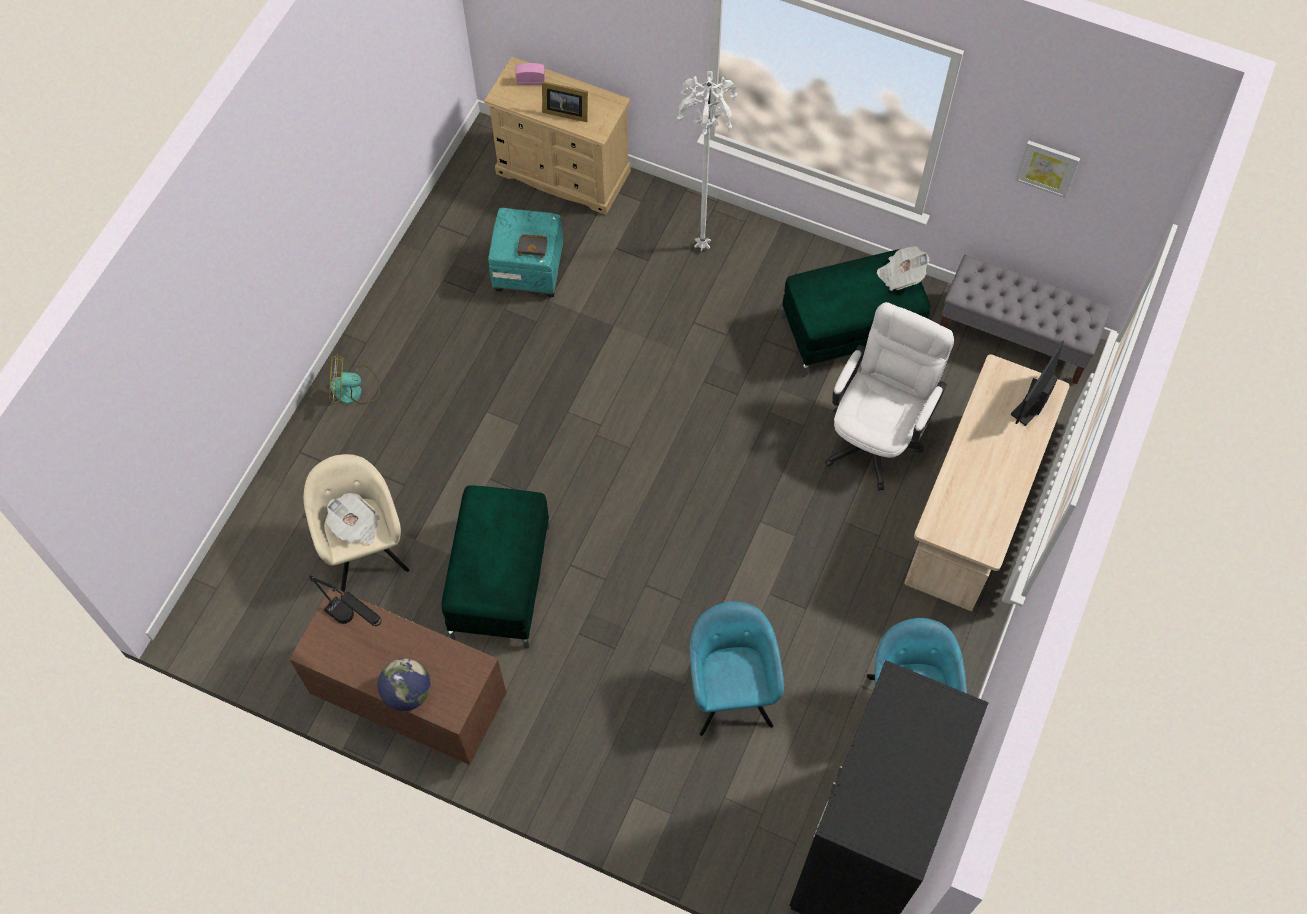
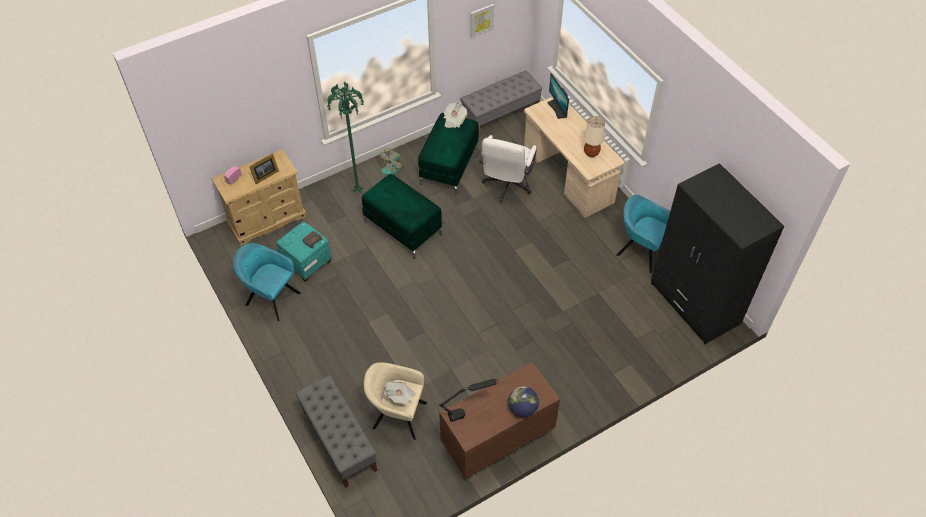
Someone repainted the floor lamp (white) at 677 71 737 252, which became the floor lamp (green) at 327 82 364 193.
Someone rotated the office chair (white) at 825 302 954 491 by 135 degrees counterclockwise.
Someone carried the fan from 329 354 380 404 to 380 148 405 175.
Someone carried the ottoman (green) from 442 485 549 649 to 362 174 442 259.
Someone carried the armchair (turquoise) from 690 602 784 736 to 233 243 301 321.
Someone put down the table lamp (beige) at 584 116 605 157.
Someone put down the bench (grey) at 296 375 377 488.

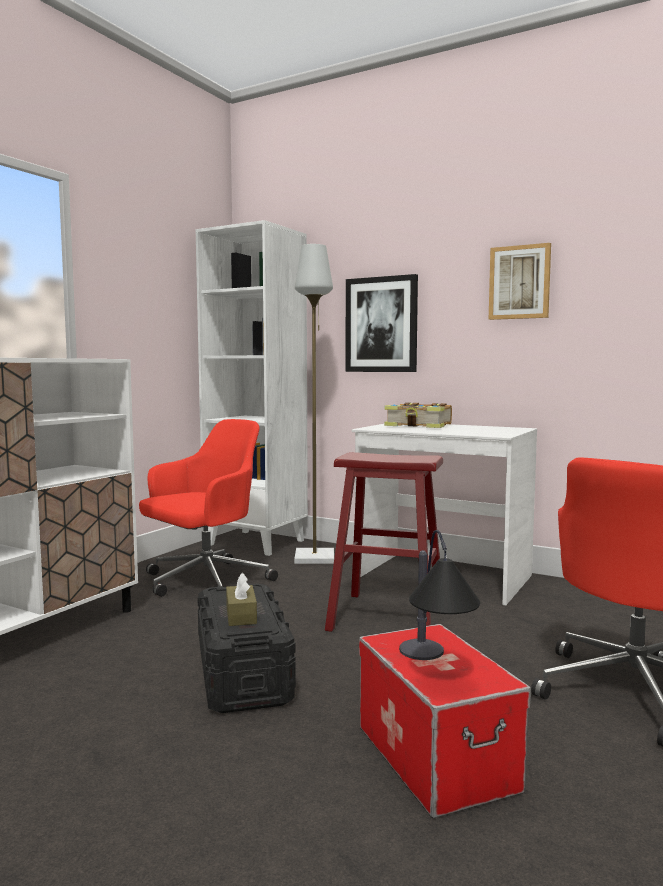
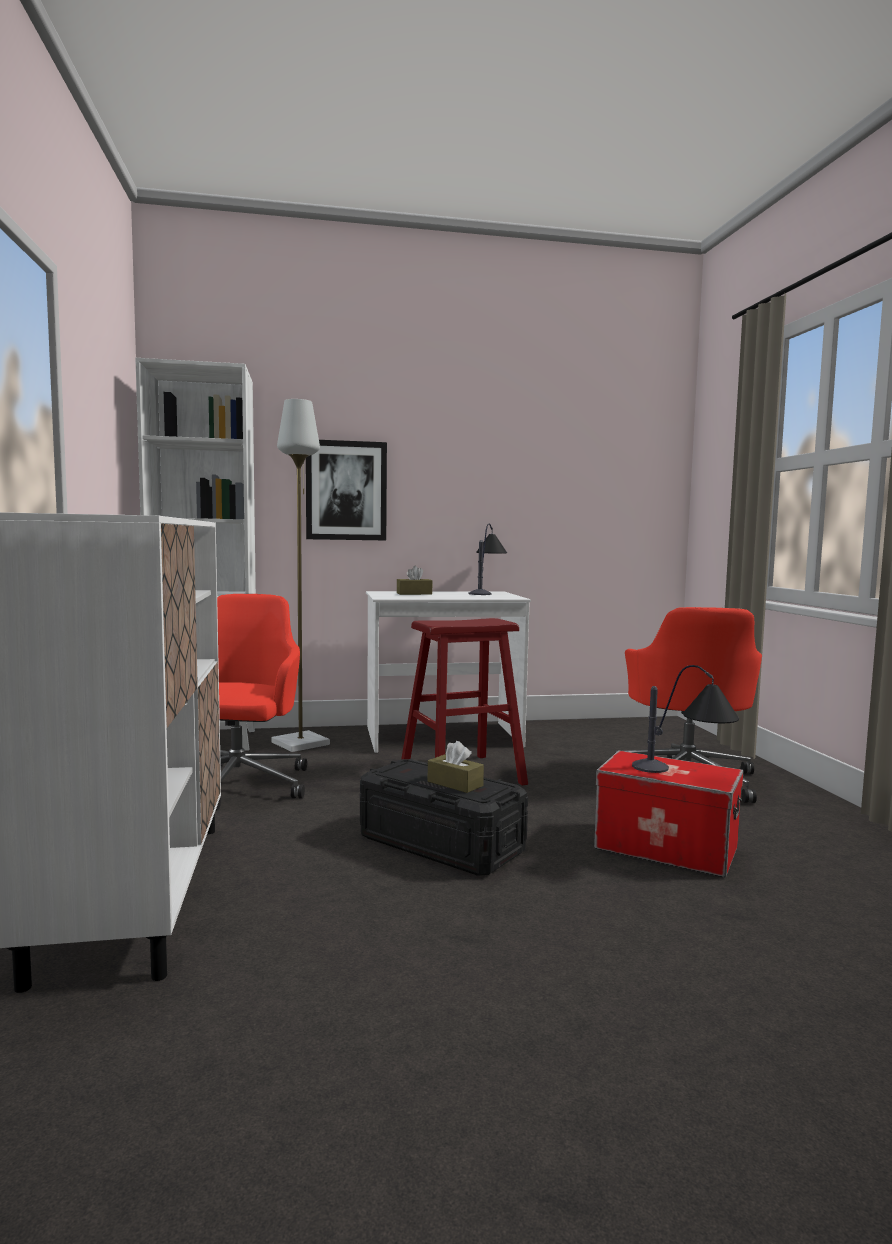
Someone took away the picture at 489 243 551 320.
Someone swapped the book at 384 402 452 428 for the tissue box (brown) at 397 566 432 595.
Someone put down the table lamp at 469 524 507 595.

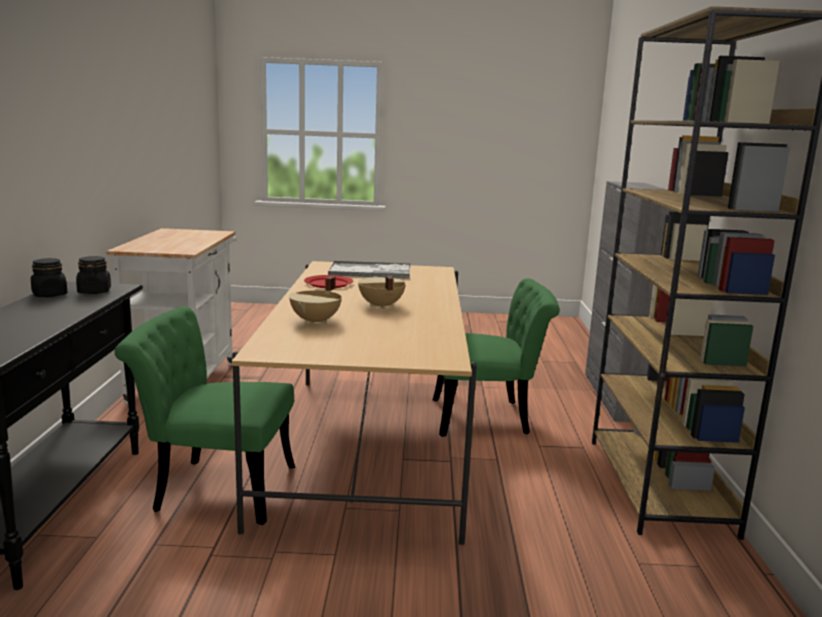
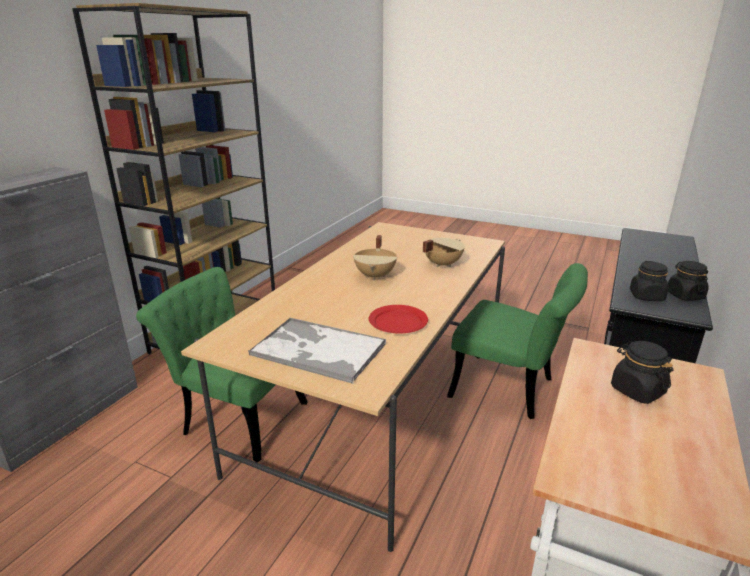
Someone put down the jar (black) at 611 341 674 404.

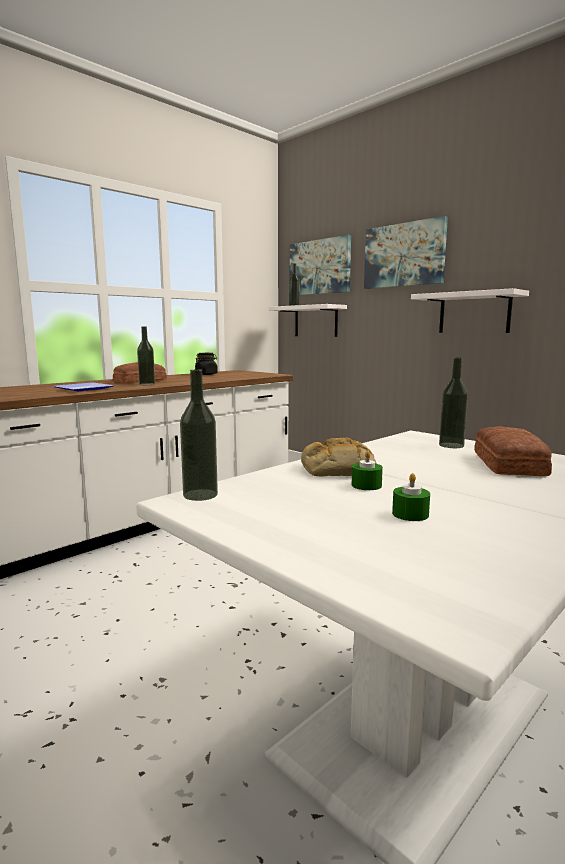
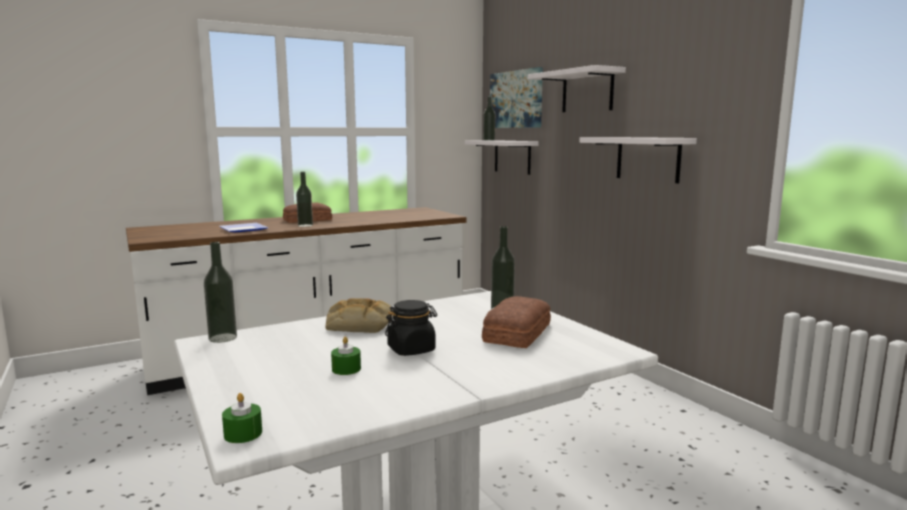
Someone swapped the picture at 364 216 448 289 for the shelf (white) at 528 65 626 112.
Someone carried the jar (black) from 195 353 218 375 to 385 300 437 356.
Someone carried the candle (green) from 352 451 383 490 to 222 393 262 443.

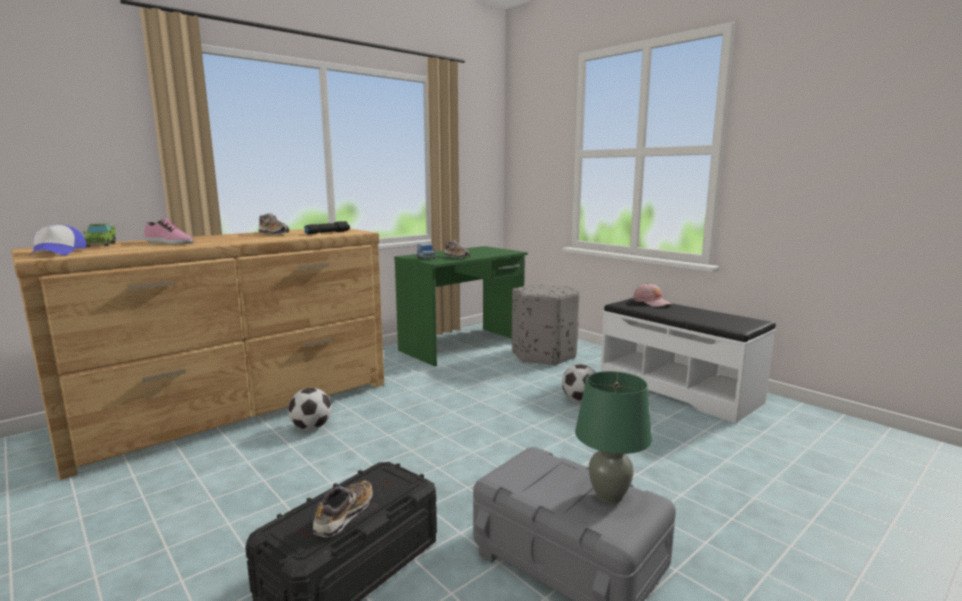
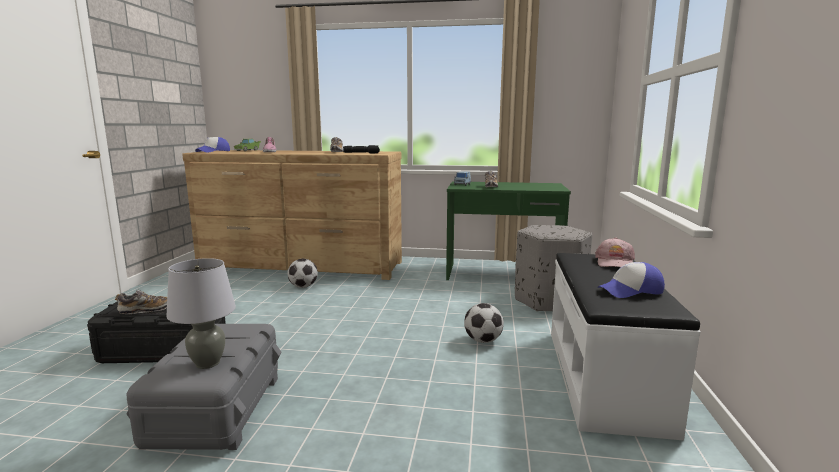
Someone repainted the table lamp (green) at 575 371 652 503, which became the table lamp (grey) at 166 258 236 369.
Someone put down the cap at 597 262 665 298.

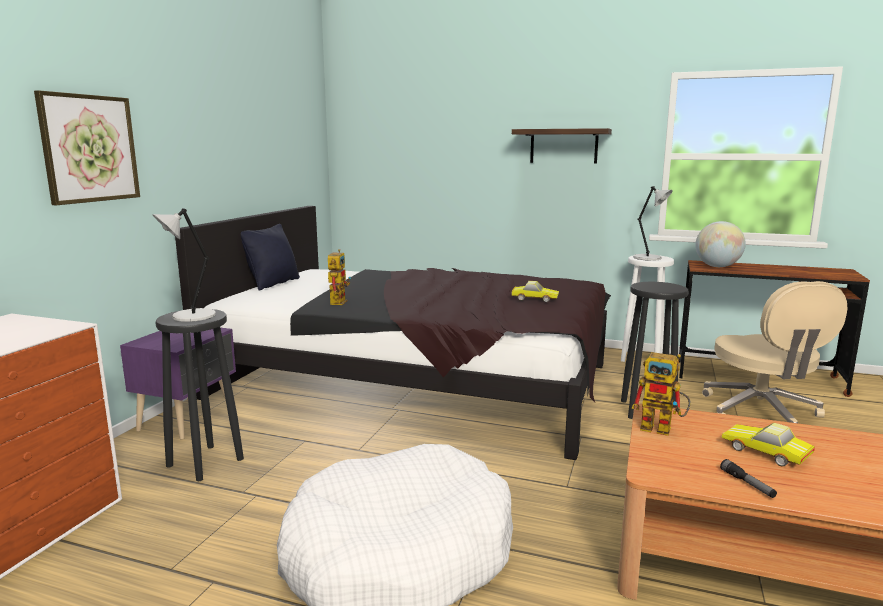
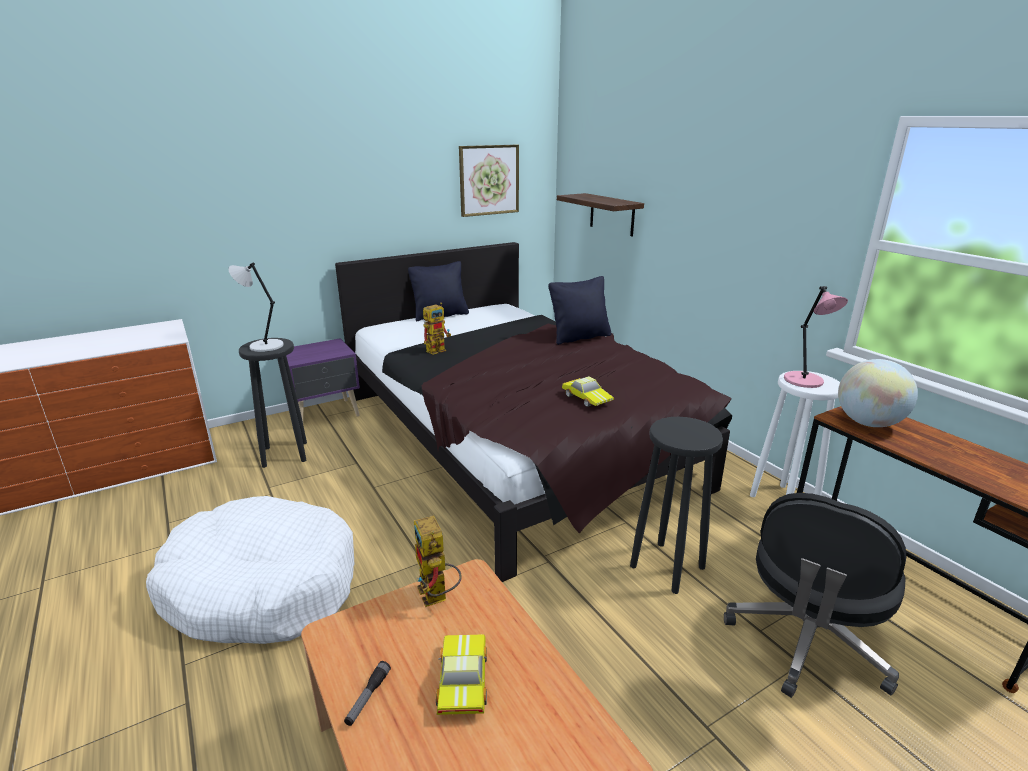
Someone carried the picture from 34 90 140 205 to 459 145 519 217.
Someone carried the shelf from 512 128 612 163 to 557 193 644 236.
Someone repainted the table lamp (grey) at 633 186 672 261, which became the table lamp (pink) at 784 286 848 388.
Someone repainted the office chair (beige) at 702 281 847 423, which became the office chair (black) at 724 493 907 698.
Someone put down the pillow (black) at 549 276 612 345.

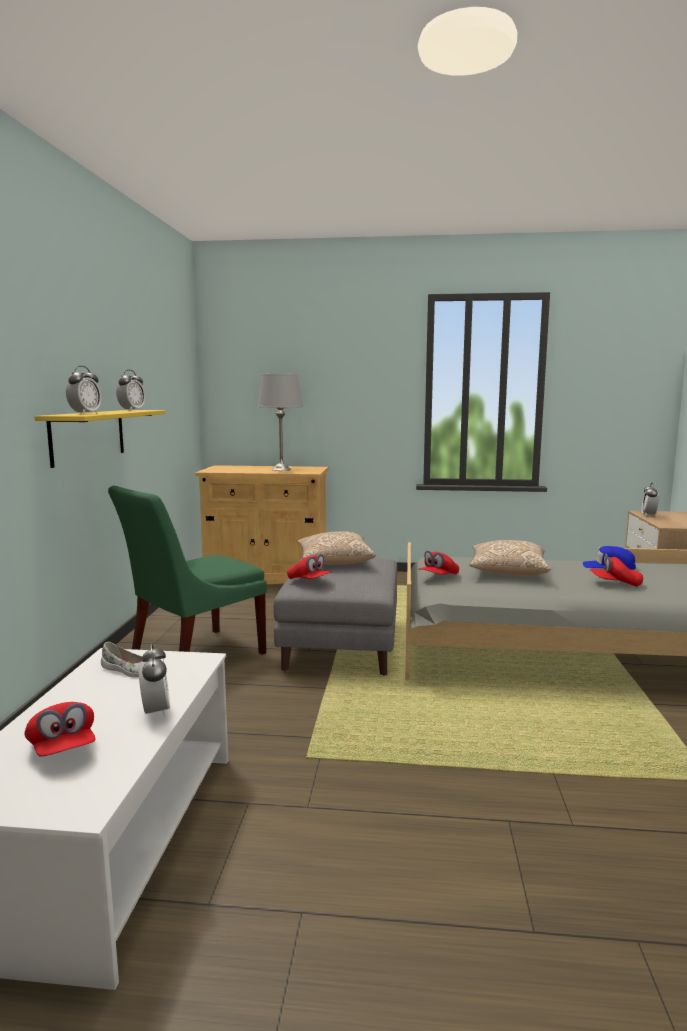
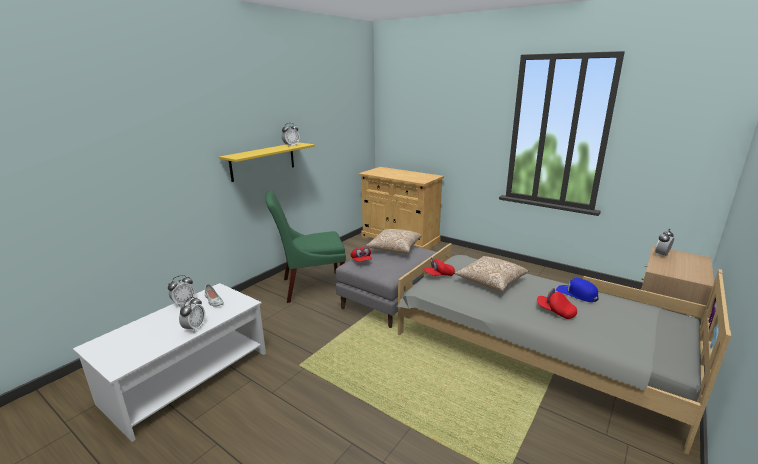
Someone carried the alarm clock from 66 366 102 414 to 168 275 195 307.
Someone took away the table lamp (grey) at 258 374 303 471.
Someone took away the cap (red) at 24 702 96 757.

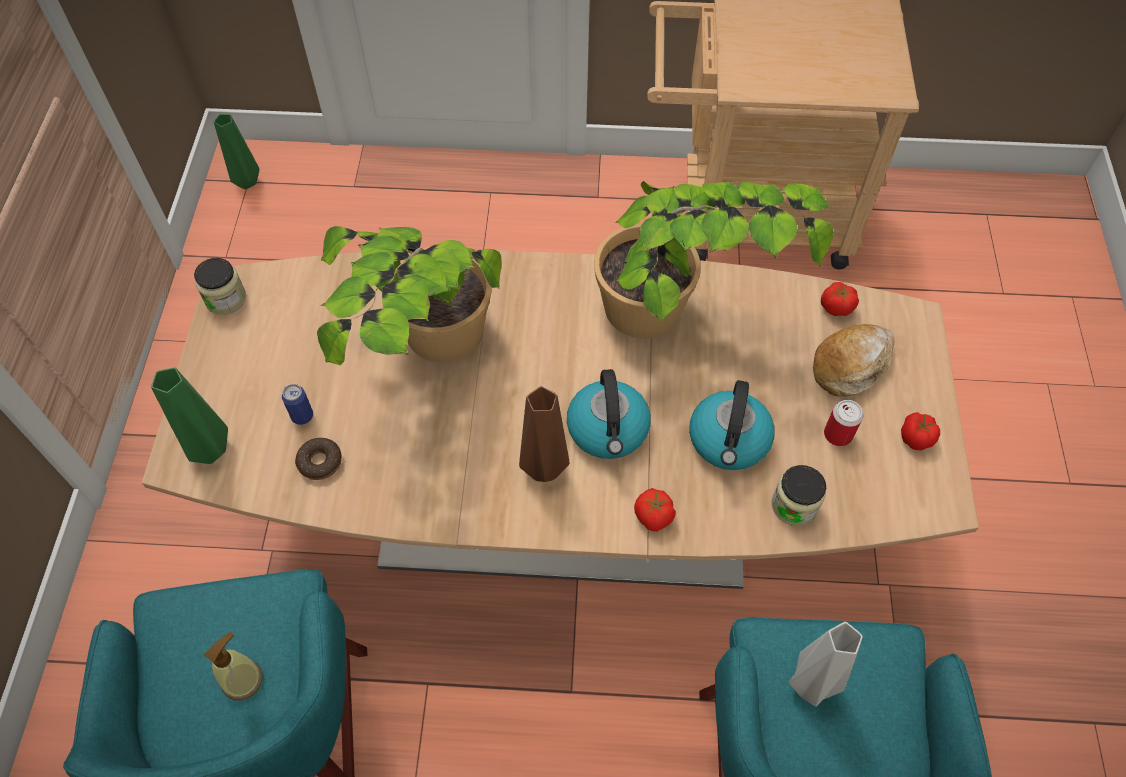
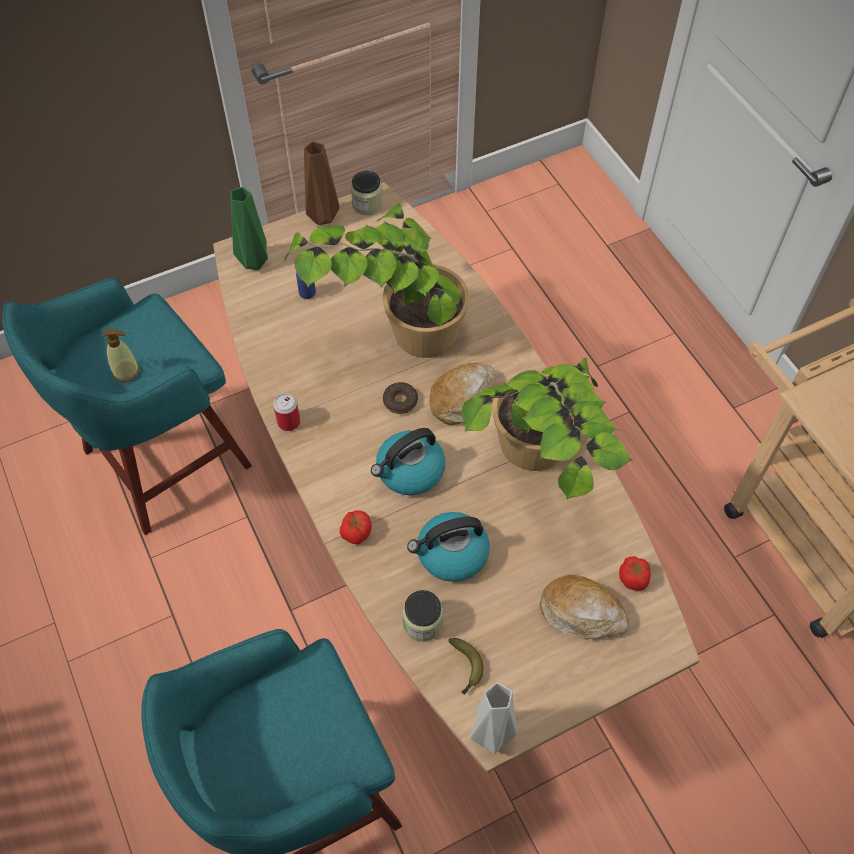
Someone took away the vase (green) at 214 114 260 189.
Someone carried the vase (brown) from 519 386 570 482 to 304 141 340 225.
Someone carried the can from 824 400 863 446 to 273 393 300 431.
Someone took away the tomato at 901 412 940 450.
Someone carried the donut from 295 438 342 480 to 383 382 418 414.
Someone carried the vase (grey) from 789 622 863 707 to 470 682 517 754.
Someone put down the bread at 429 363 496 425.
Someone put down the banana at 449 638 484 695.

